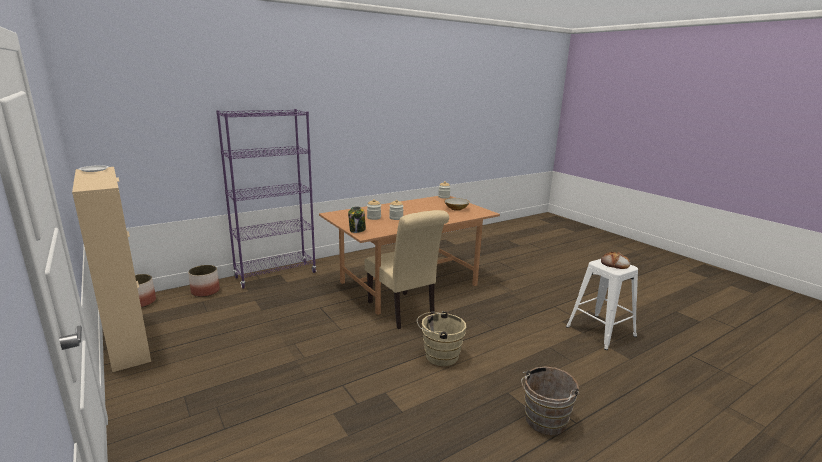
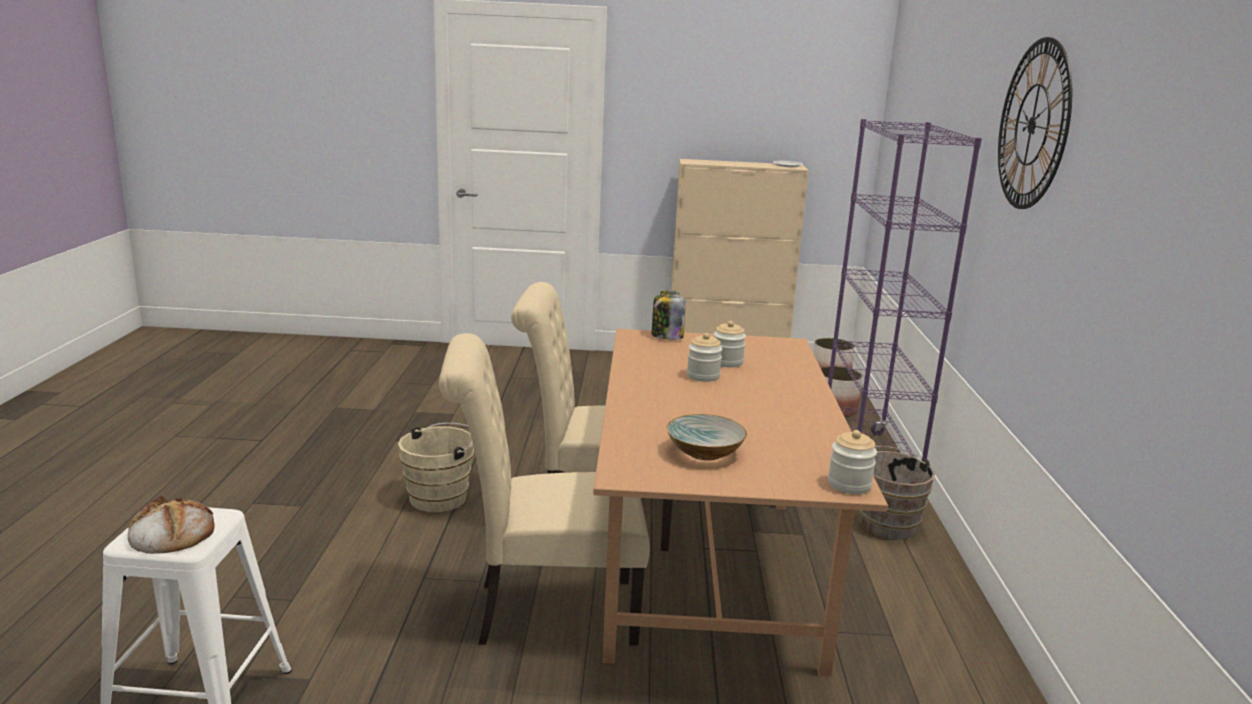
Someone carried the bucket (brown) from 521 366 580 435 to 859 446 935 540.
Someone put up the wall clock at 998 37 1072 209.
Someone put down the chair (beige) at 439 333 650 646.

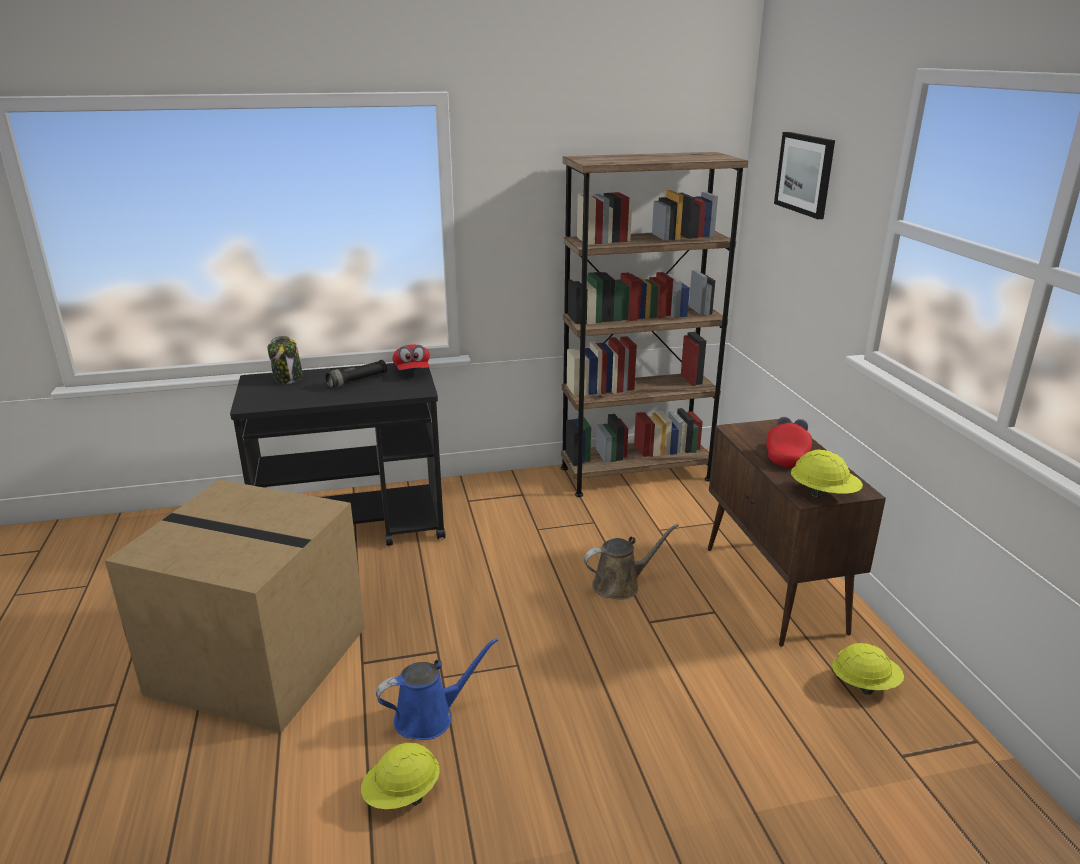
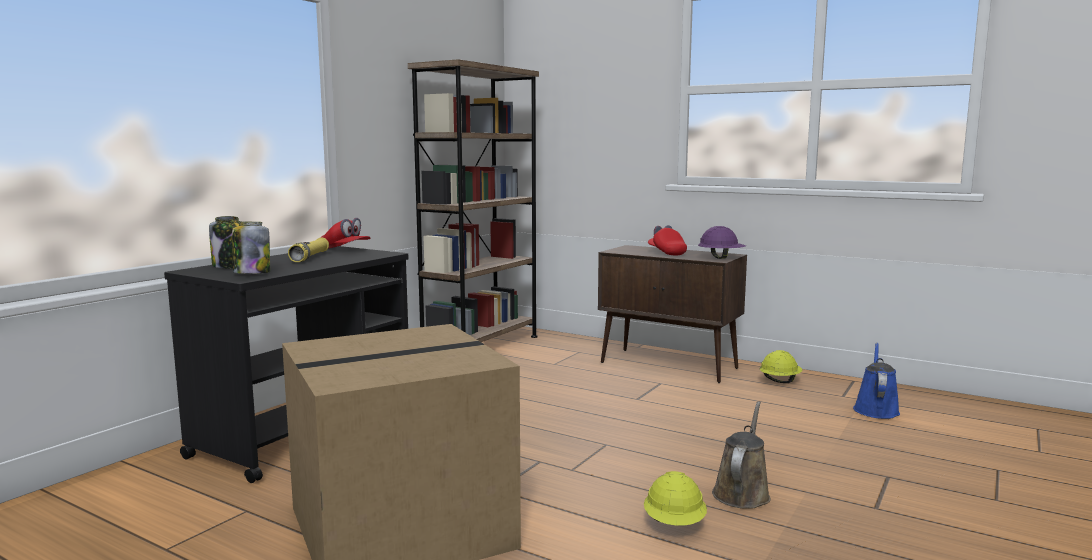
Someone took away the picture at 774 132 835 219.
Someone repainted the flashlight (black) at 325 360 387 388, which became the flashlight (yellow) at 288 237 329 262.
Someone repainted the hard hat (yellow) at 791 450 863 499, which became the hard hat (purple) at 698 226 746 259.
Someone carried the watering can (brown) from 584 524 679 600 to 712 402 771 509.
Someone carried the watering can (blue) from 376 638 498 740 to 853 343 900 419.
Someone put down the jar at 232 222 270 274.

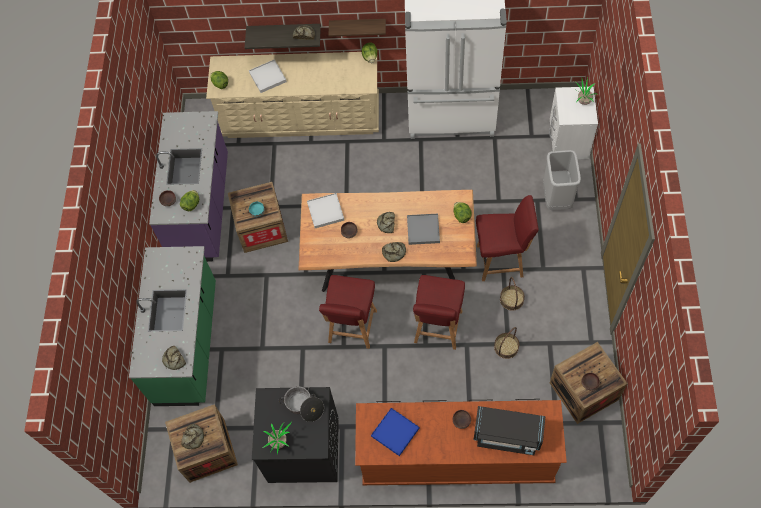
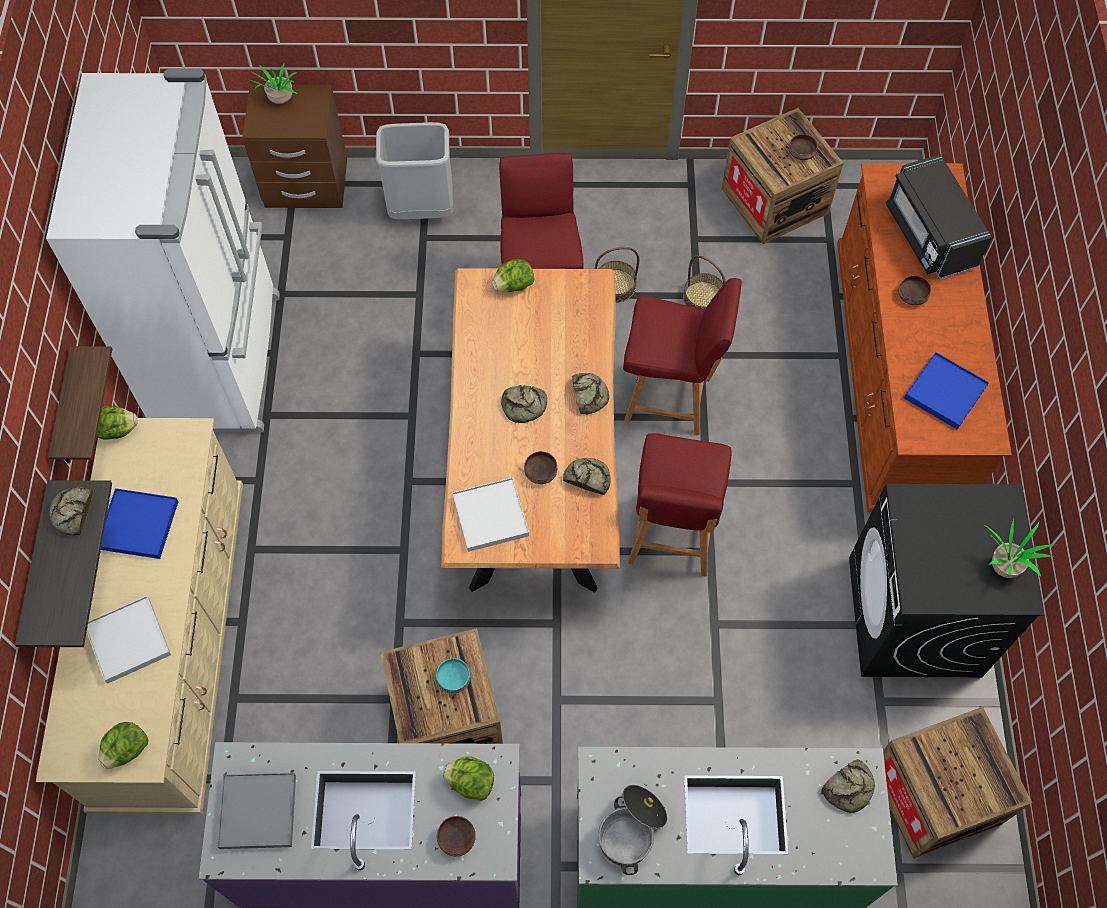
Someone repainted the nightstand (white) at 549 86 598 159, which became the nightstand (brown) at 242 85 347 208.
Someone carried the tray (grey) from 407 214 440 245 to 217 773 296 849.
Someone rotated the chair (red) at 319 275 377 349 by 90 degrees clockwise.
Someone carried the cooking pot from 279 386 324 422 to 598 785 667 875.
Someone rotated the microwave (black) at 474 406 545 455 by 150 degrees clockwise.
Someone carried the bread from 181 424 204 449 to 563 458 611 495.
Someone put down the tray (blue) at 101 488 178 559.

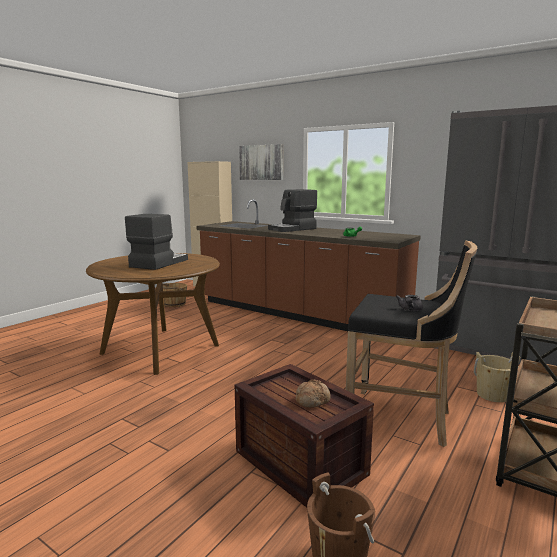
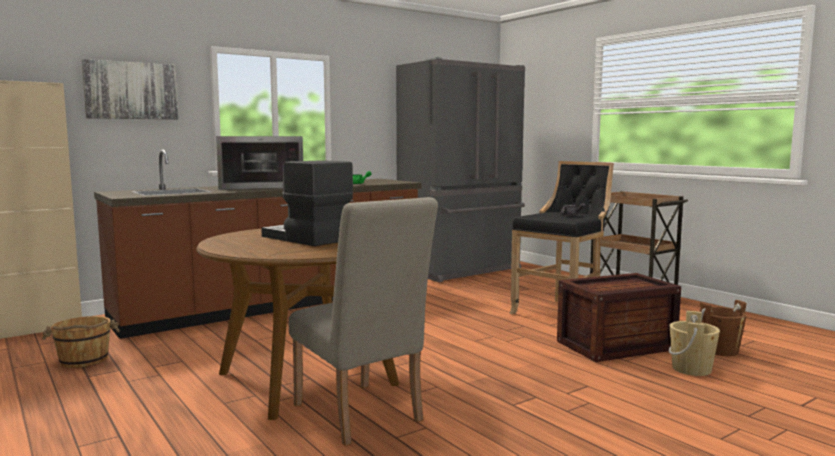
Someone swapped the coffee machine at 268 189 317 232 for the microwave at 216 136 303 190.
Someone carried the bucket (beige) from 474 352 520 402 to 668 311 720 376.
Someone took away the bread at 296 379 331 408.
Someone put down the chair (beige) at 289 197 438 446.

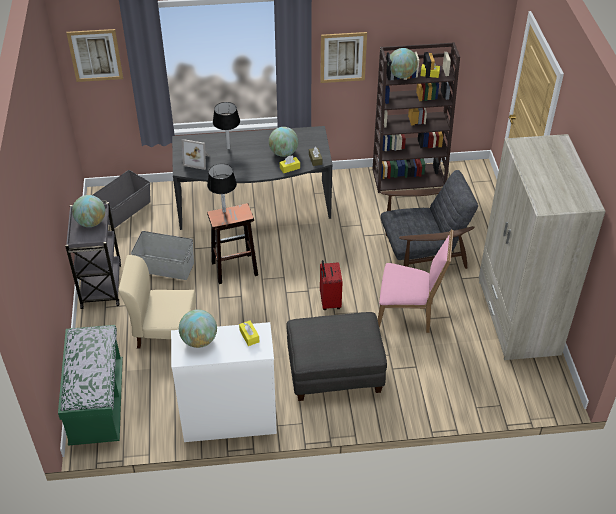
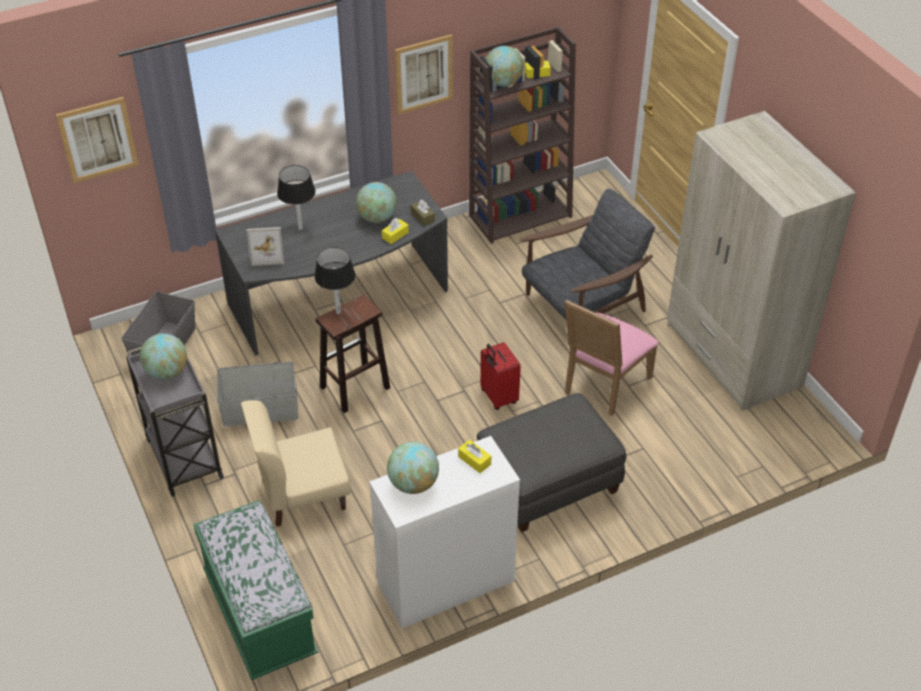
Someone rotated the chair (pink) at 378 229 454 333 by 135 degrees clockwise.

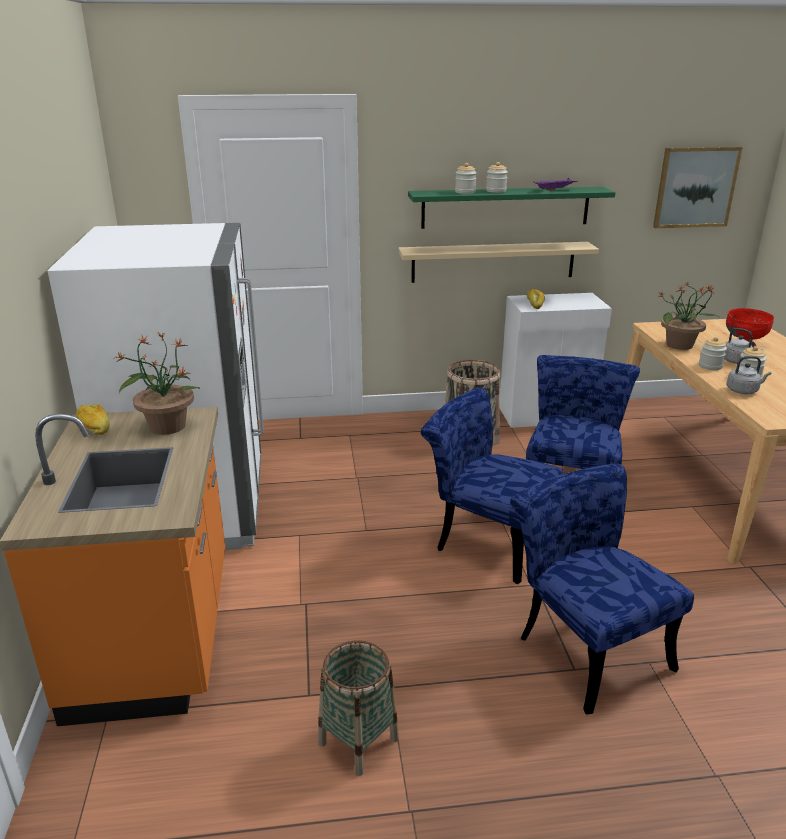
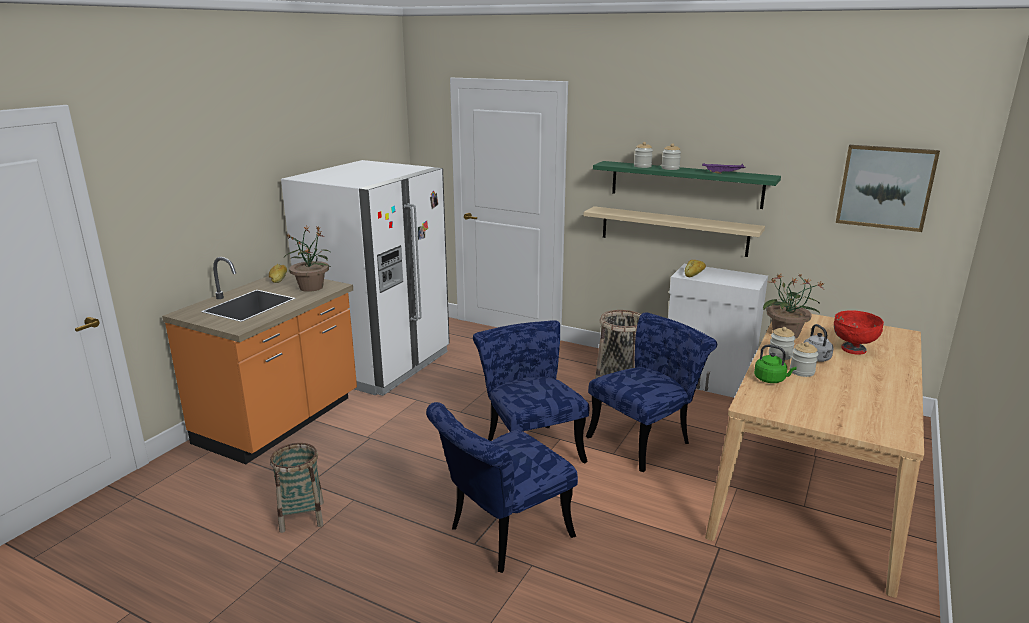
Someone repainted the kettle (grey) at 727 356 771 394, which became the kettle (green) at 754 345 797 383.
Someone rotated the chair (blue) at 510 463 694 715 by 135 degrees counterclockwise.

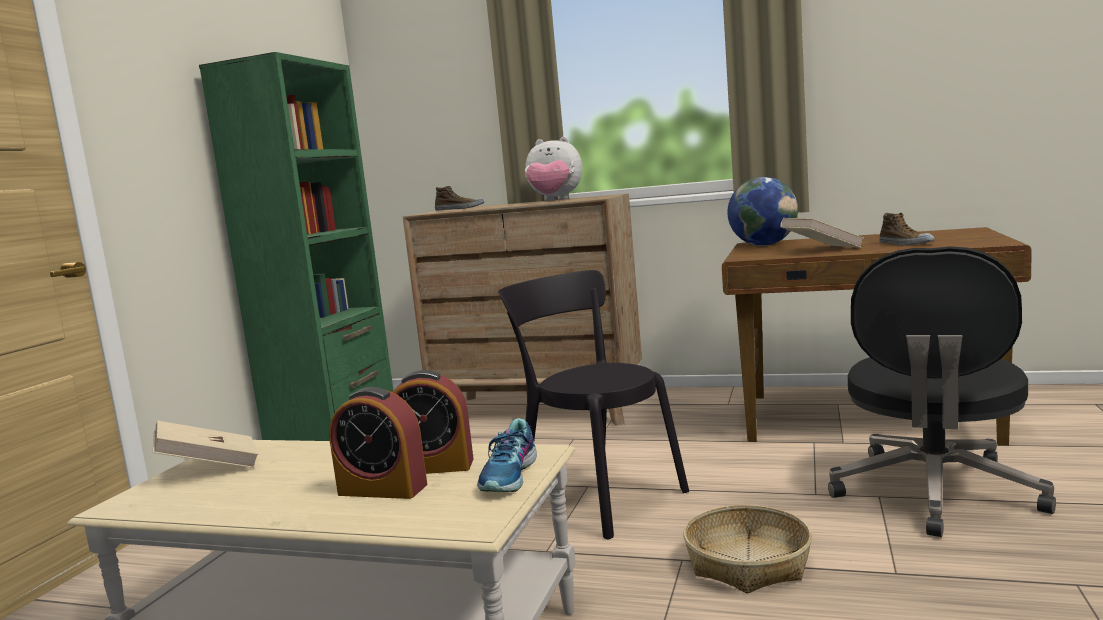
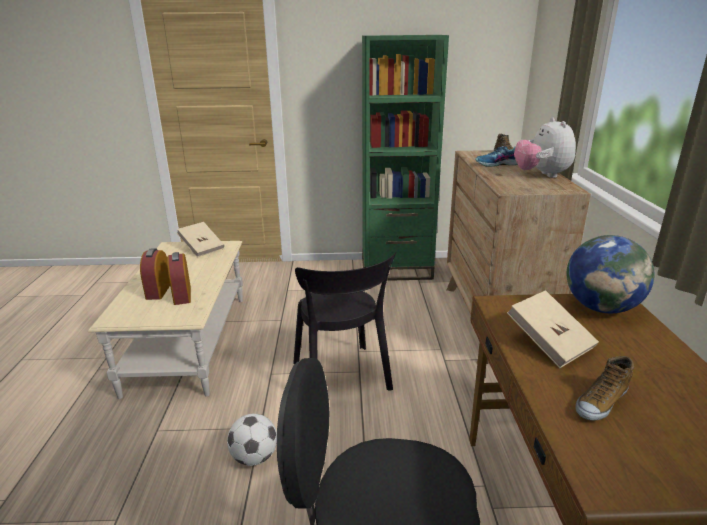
Someone rotated the chair (black) at 498 270 689 539 by 135 degrees clockwise.
Someone carried the shoe from 477 418 537 492 to 476 146 518 167.
Someone swapped the basket at 684 505 812 593 for the football at 227 414 277 466.

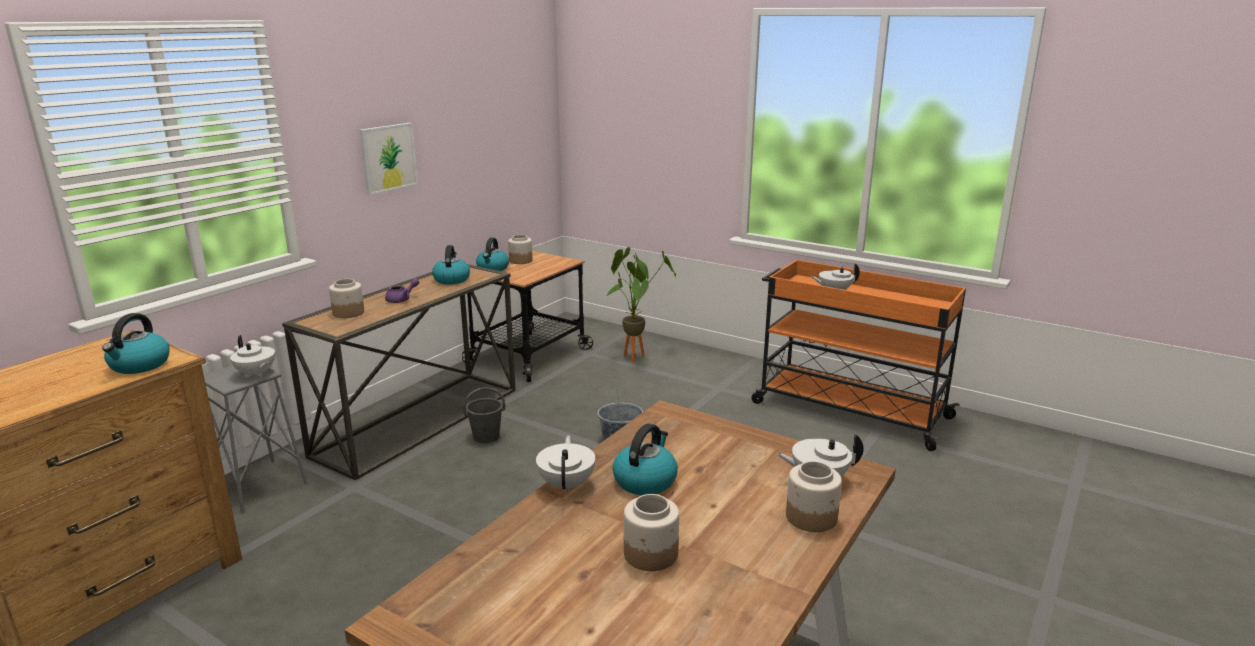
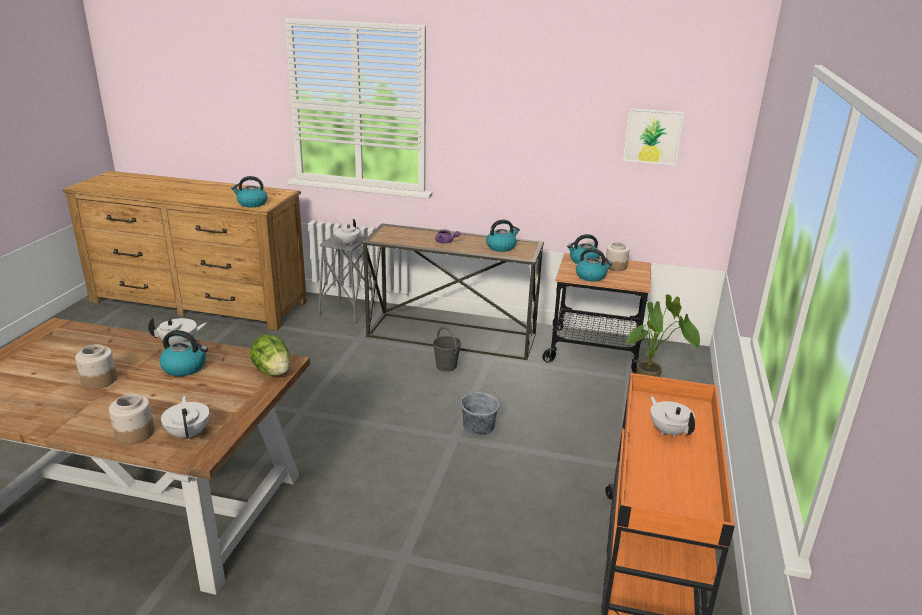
Someone carried the picture from 360 123 418 195 to 623 108 684 165.
Someone took away the jar at 329 279 364 318.
Someone put down the kettle at 576 248 613 281.
Someone put down the lettuce at 250 334 290 376.

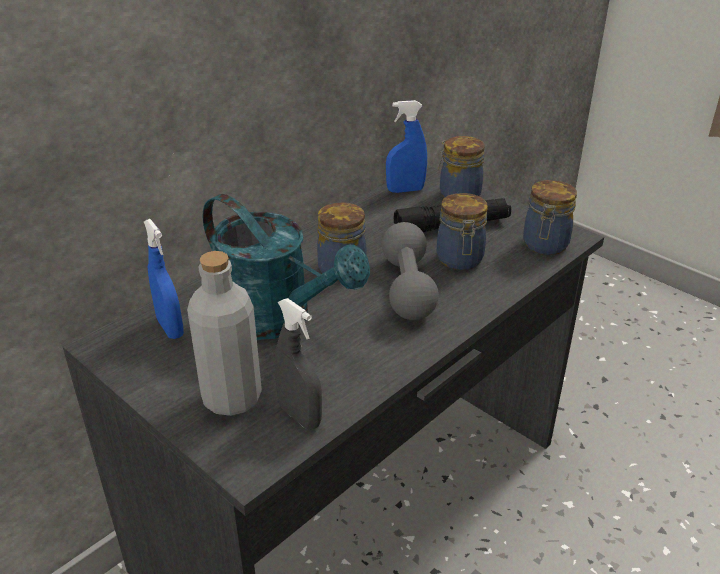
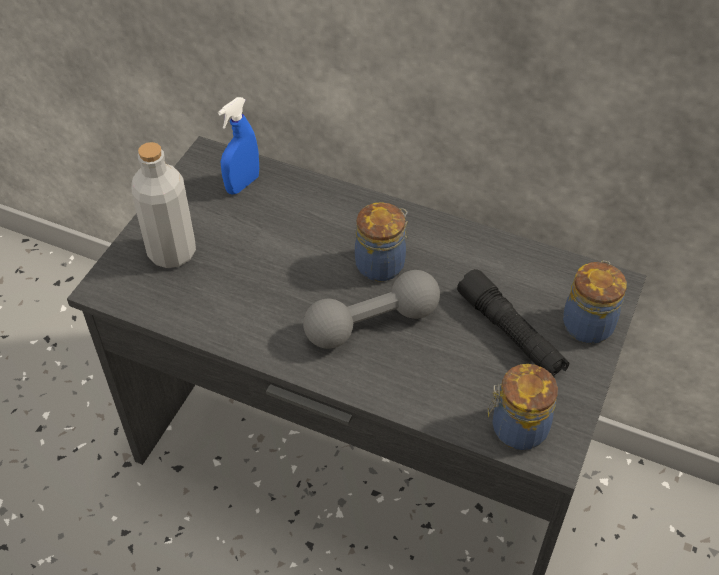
Someone took away the spray bottle (blue) at 386 100 427 193.
Someone took away the jar at 437 193 488 270.
Someone took away the watering can (turquoise) at 203 194 370 340.
Someone took away the spray bottle (grey) at 275 298 322 429.

